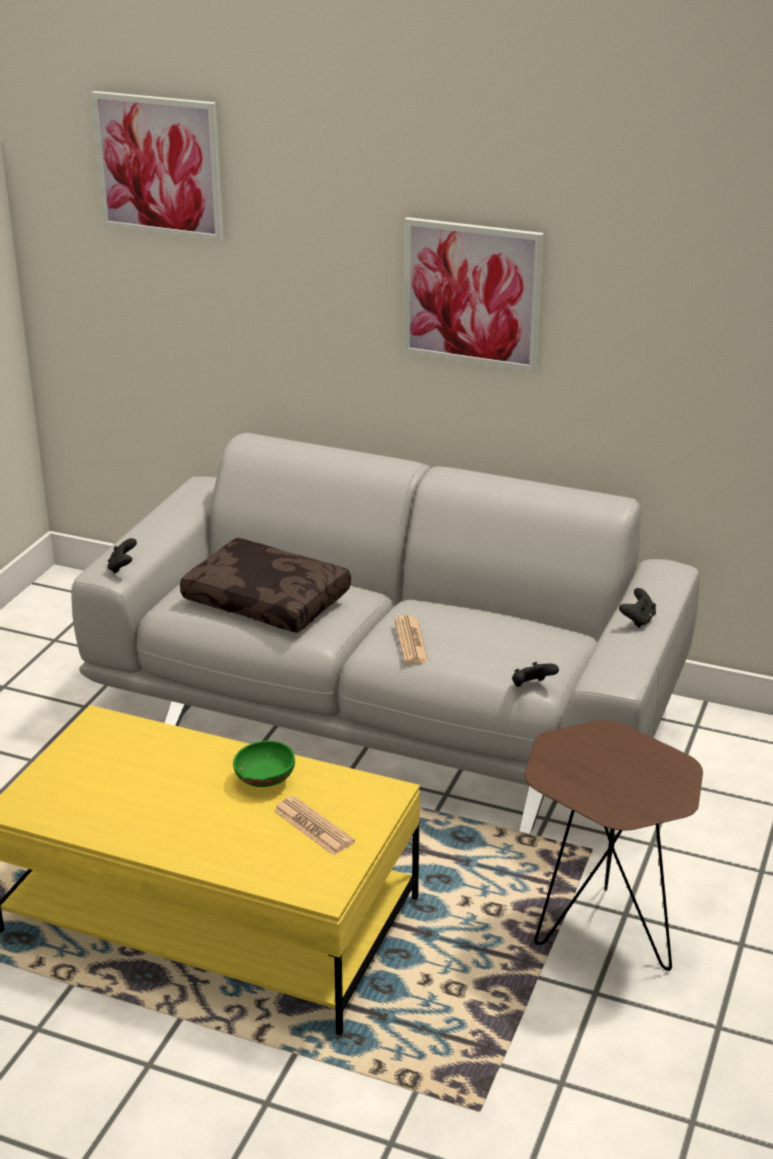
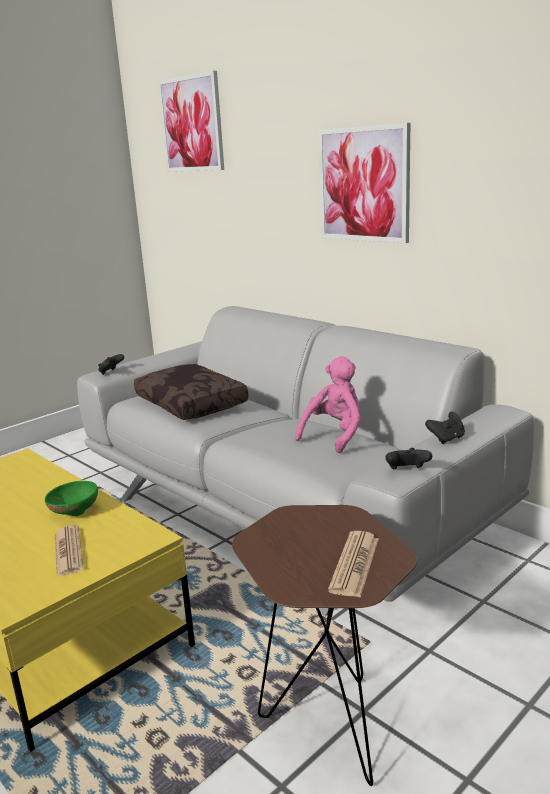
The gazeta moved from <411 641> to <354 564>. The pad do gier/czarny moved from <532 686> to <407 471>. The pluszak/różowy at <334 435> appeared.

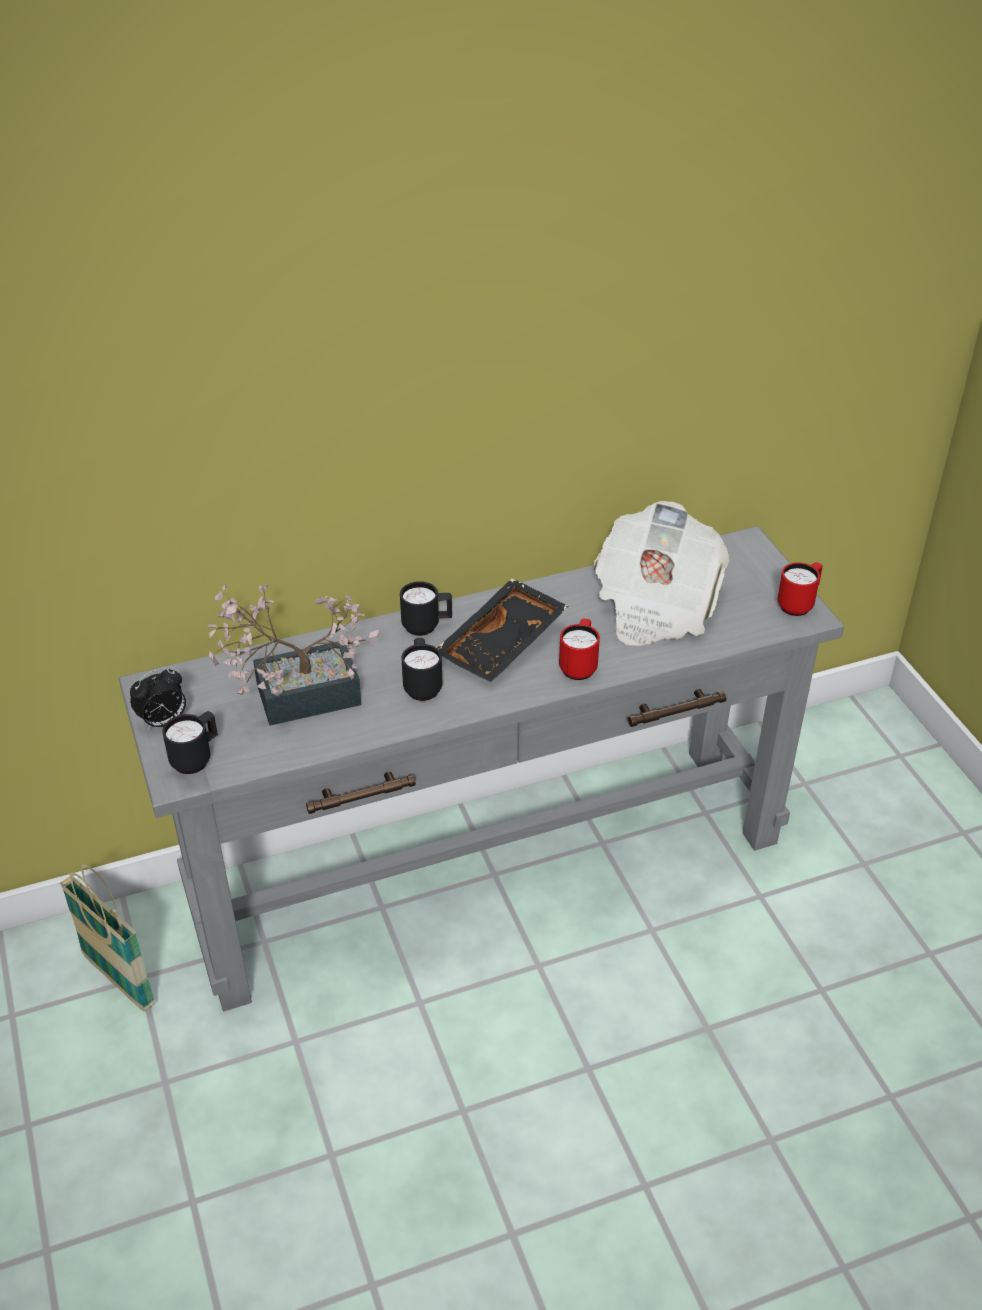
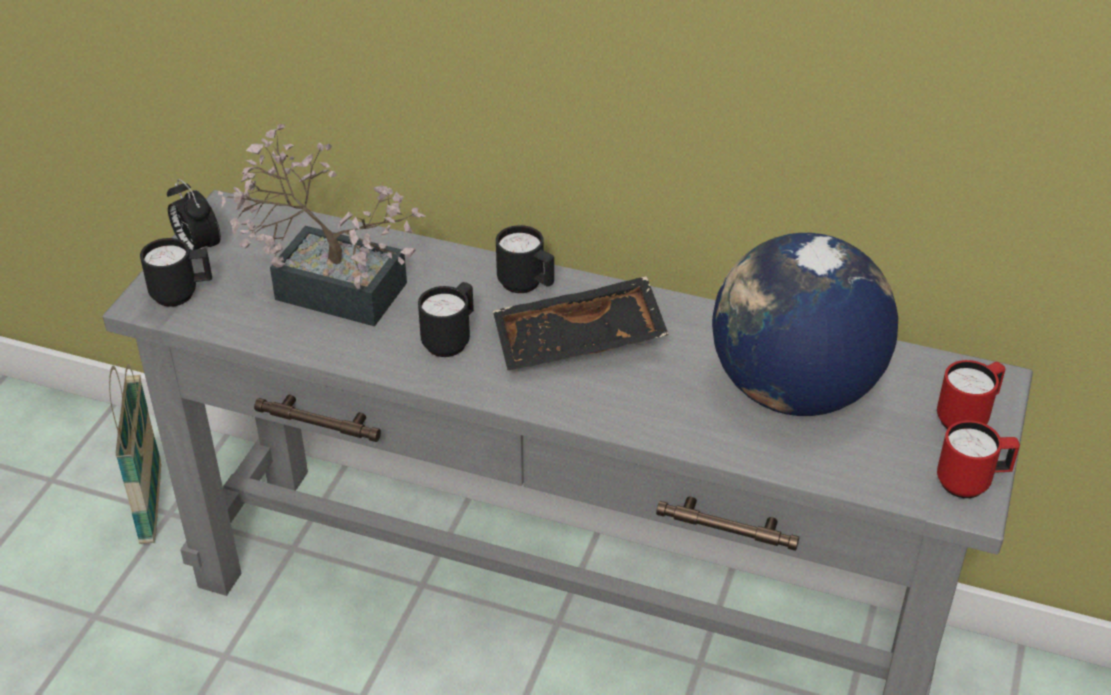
The gazeta at <655 605> was replaced by the globus at <793 391>. The kubek/czerwony moved from <579 666> to <967 417>. The budzik at <163 722> turned 45 degrees clockwise.

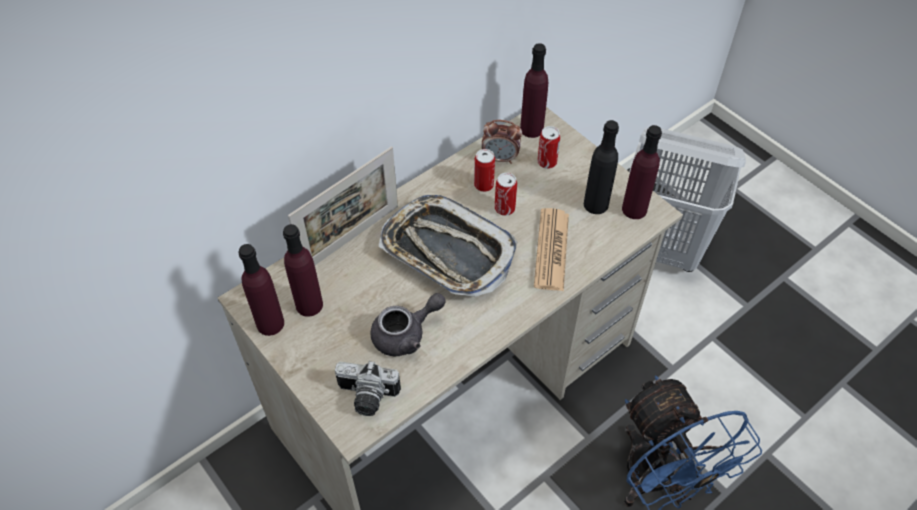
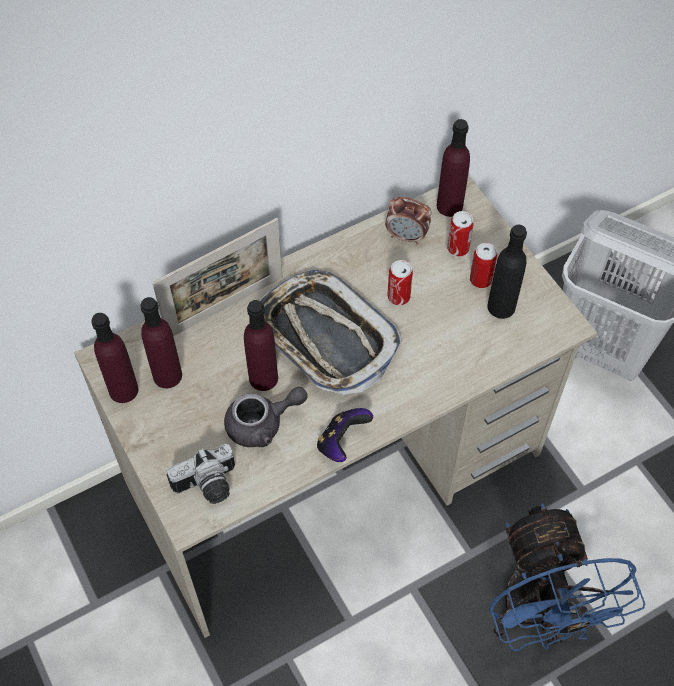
The butelka/fioletowy moved from <634 209> to <263 378>. The puszka moved from <484 185> to <480 280>. The gazeta at <551 250> disappeared. The aparat fotograficzny at <366 398> turned 45 degrees counterclockwise. The pad do gier at <342 442> appeared.

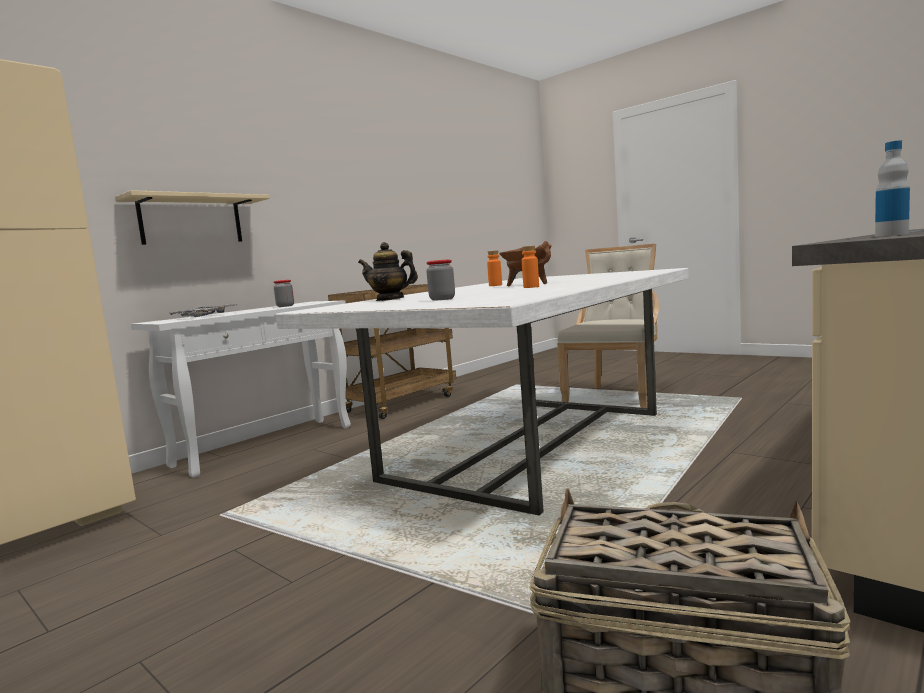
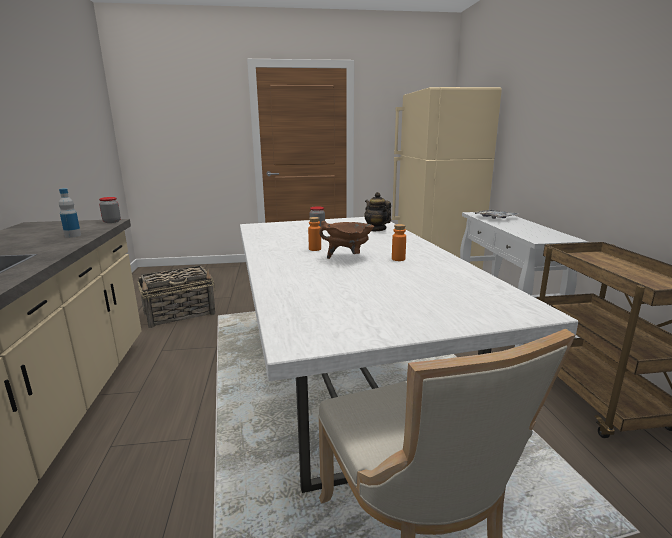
The półka/beżowy at <191 220> disappeared. The imbryk at <390 299> turned 90 degrees counterclockwise. The słoik moved from <285 306> to <112 222>.

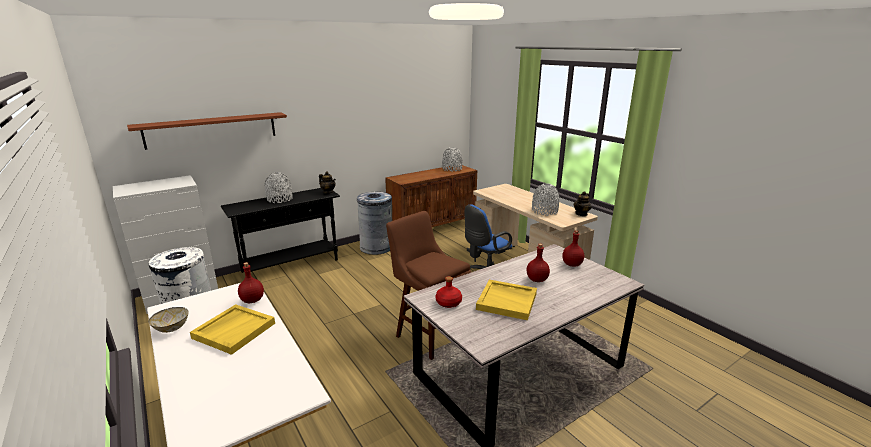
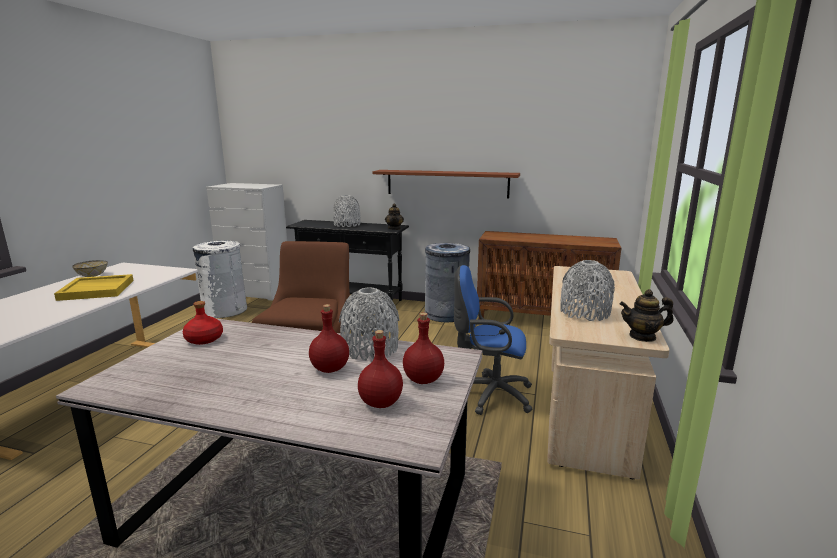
The półka/brązowy moved from <212 130> to <447 183>. The wazon/szary moved from <452 169> to <370 349>. The butelka/czerwony moved from <252 300> to <381 402>. The taca/żółty at <507 301> disappeared.

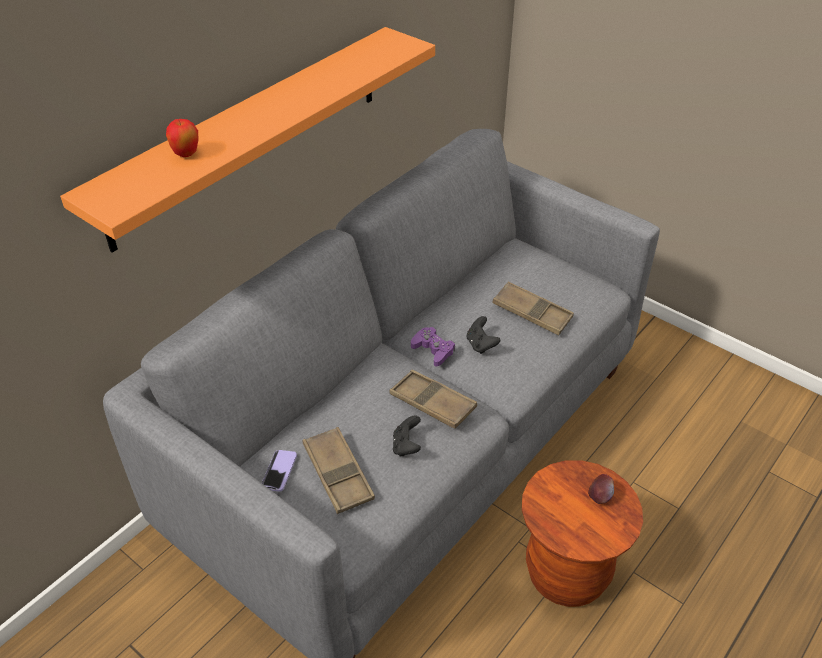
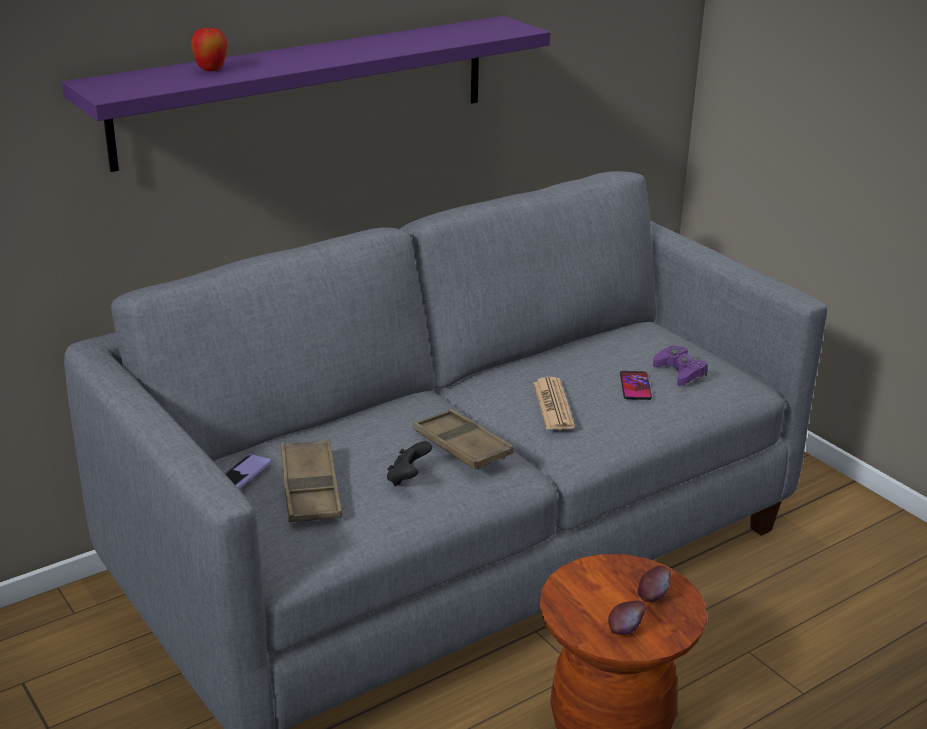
The półka/pomarańczowy at <250 134> became the półka/fioletowy at <306 90>. The taca/brązowy at <532 313> was replaced by the telefon at <635 386>. The pad do gier/czarny at <481 345> was replaced by the gazeta at <553 405>. The pad do gier/fioletowy moved from <433 350> to <680 372>. The jabłko at <625 631> appeared.

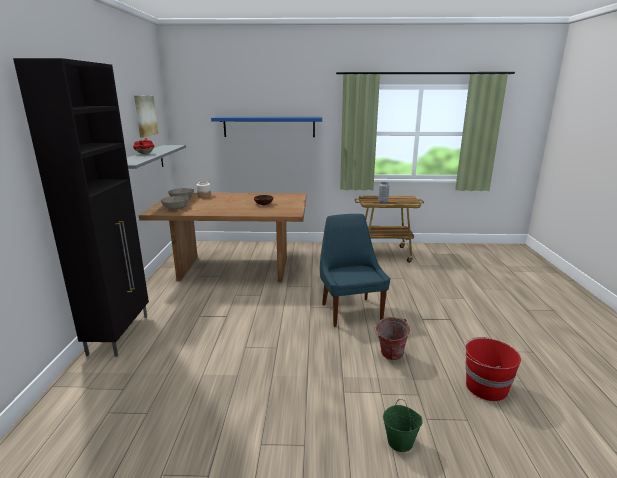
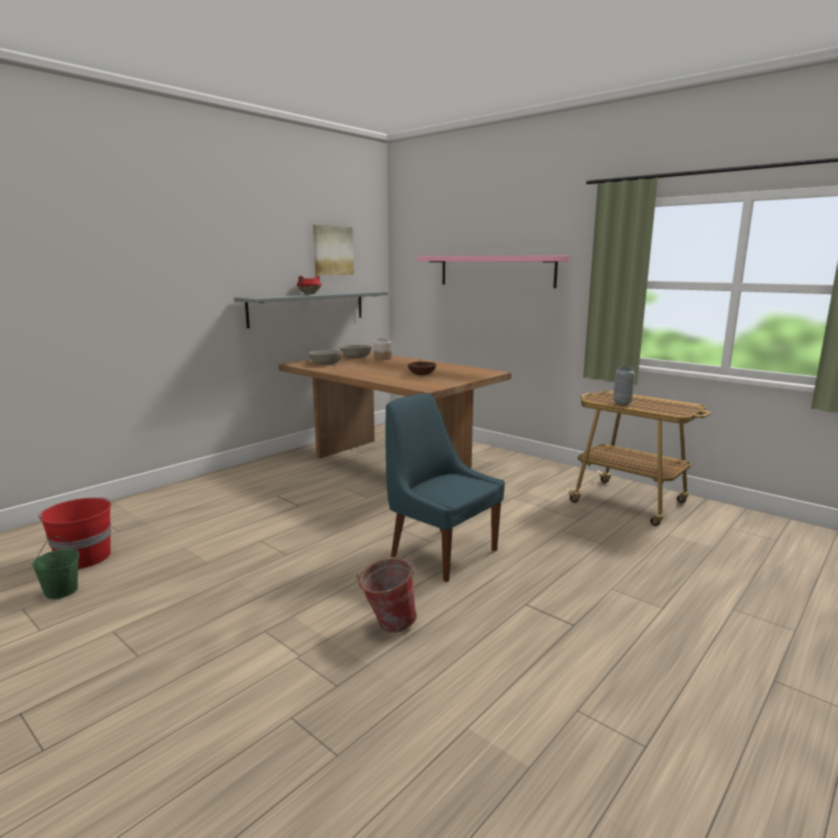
The szafka/czarny at <120 334> disappeared. The półka/niebieski at <269 126> became the półka/różowy at <496 271>. The krzesło/niebieski at <350 310> turned 75 degrees counterclockwise. The wiadro/czerwony moved from <485 387> to <83 557>. The wiadro/zielony moved from <400 442> to <61 591>.

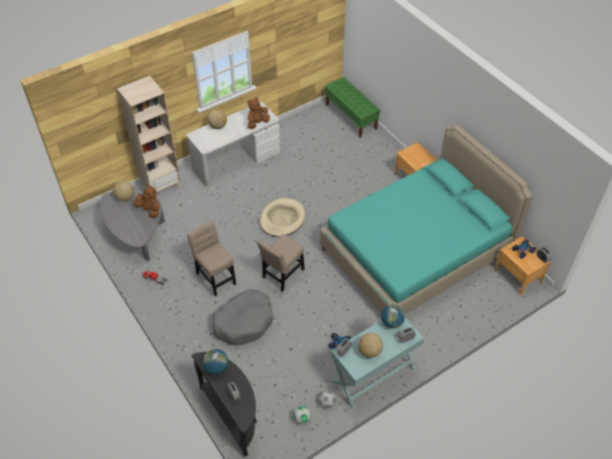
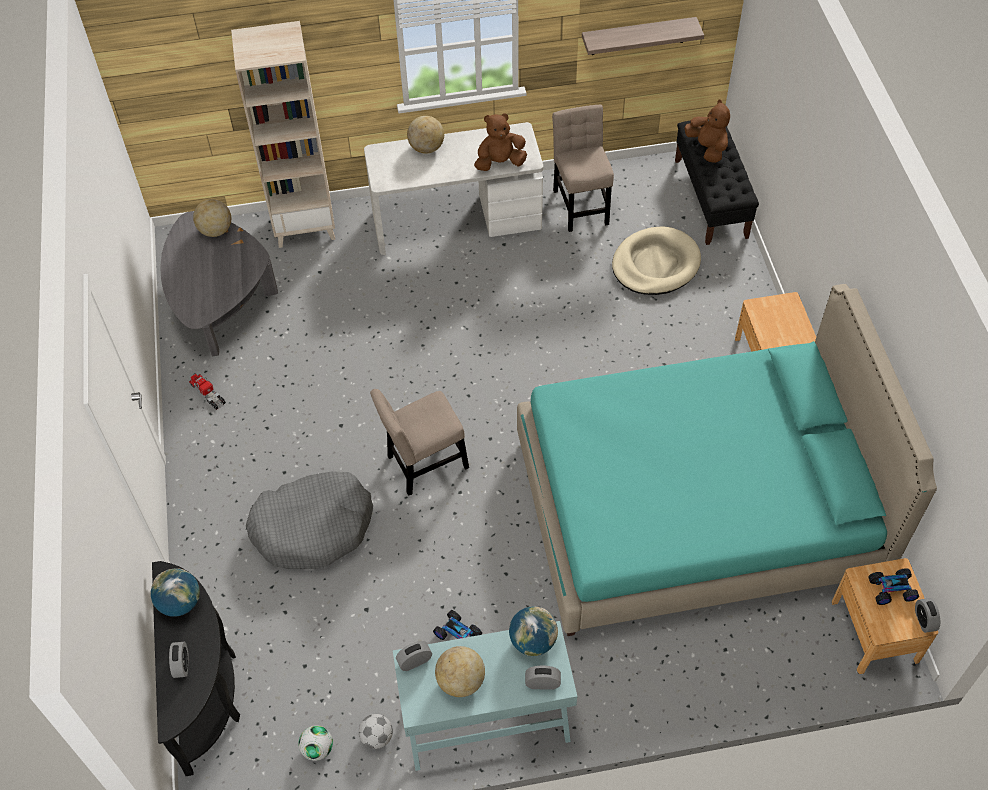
The ławka/zielony at <351 117> became the ławka/czarny at <711 199>. The pluszak/brązowy moved from <150 210> to <707 148>. The legowisko/beżowy moved from <282 219> to <655 264>. The krzesło/beżowy moved from <215 276> to <580 204>. The półka at <638 36> appeared.

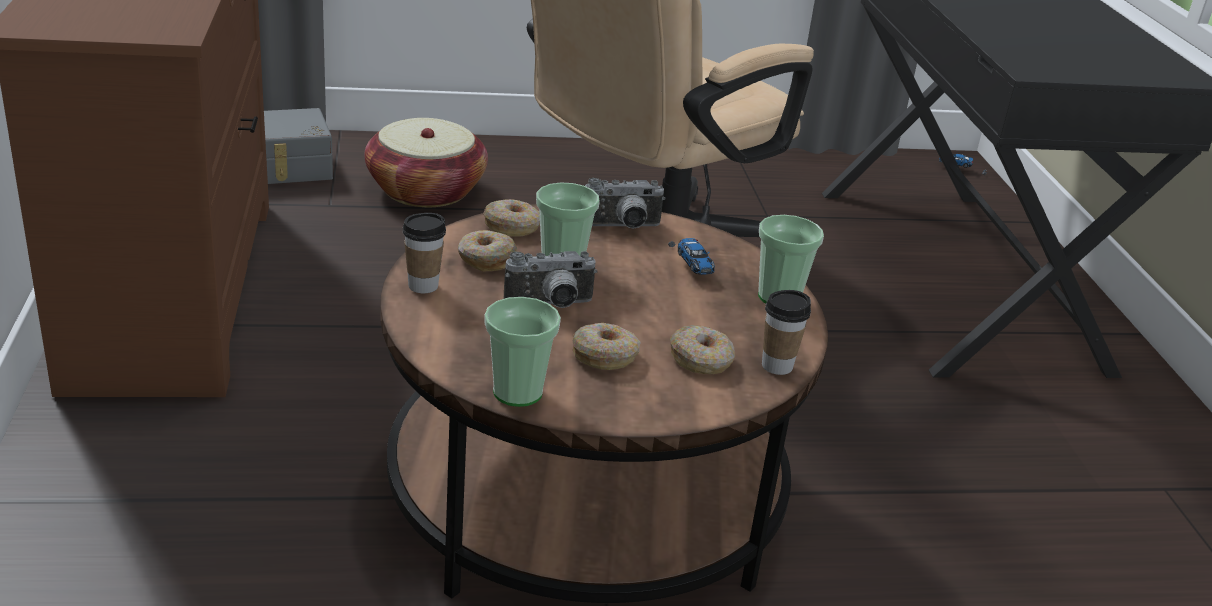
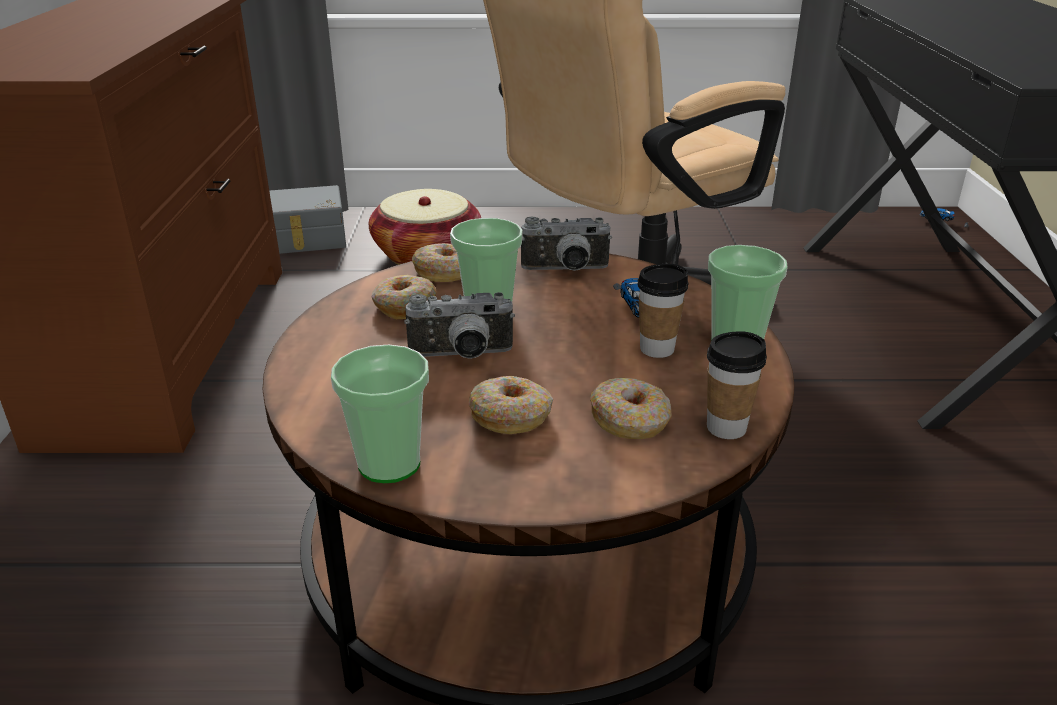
The filiżanka moved from <423 286> to <657 349>.

